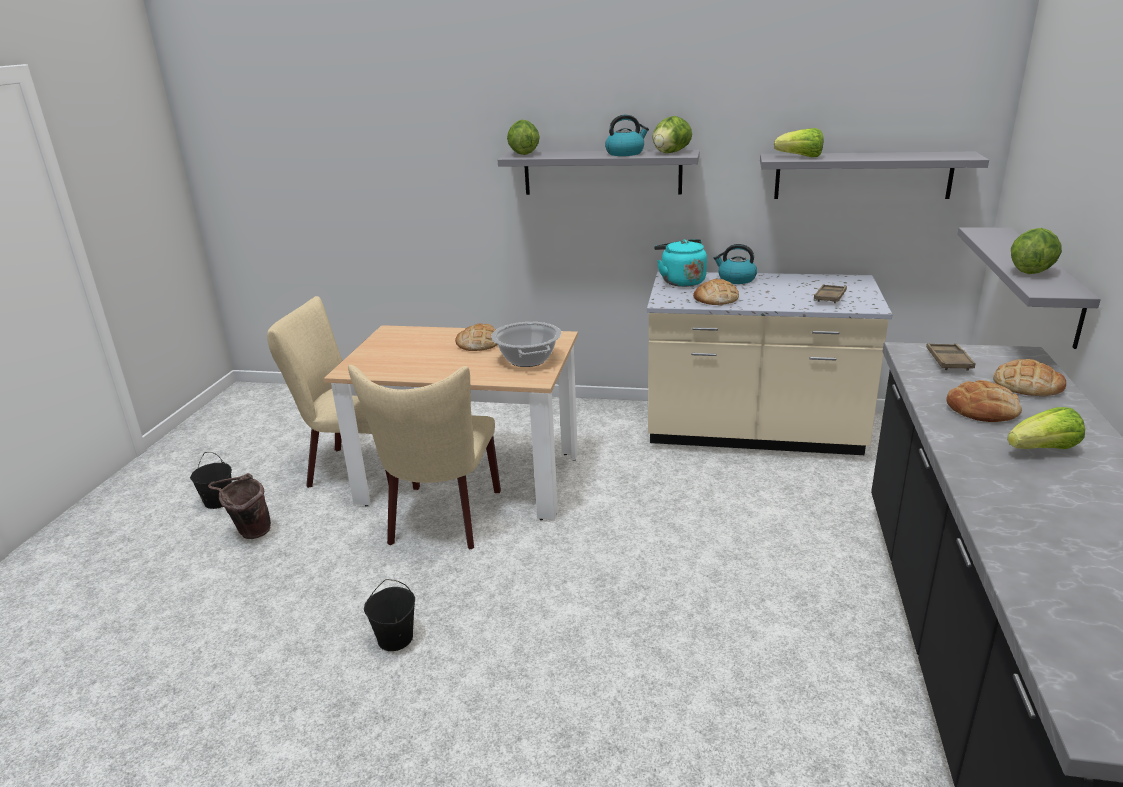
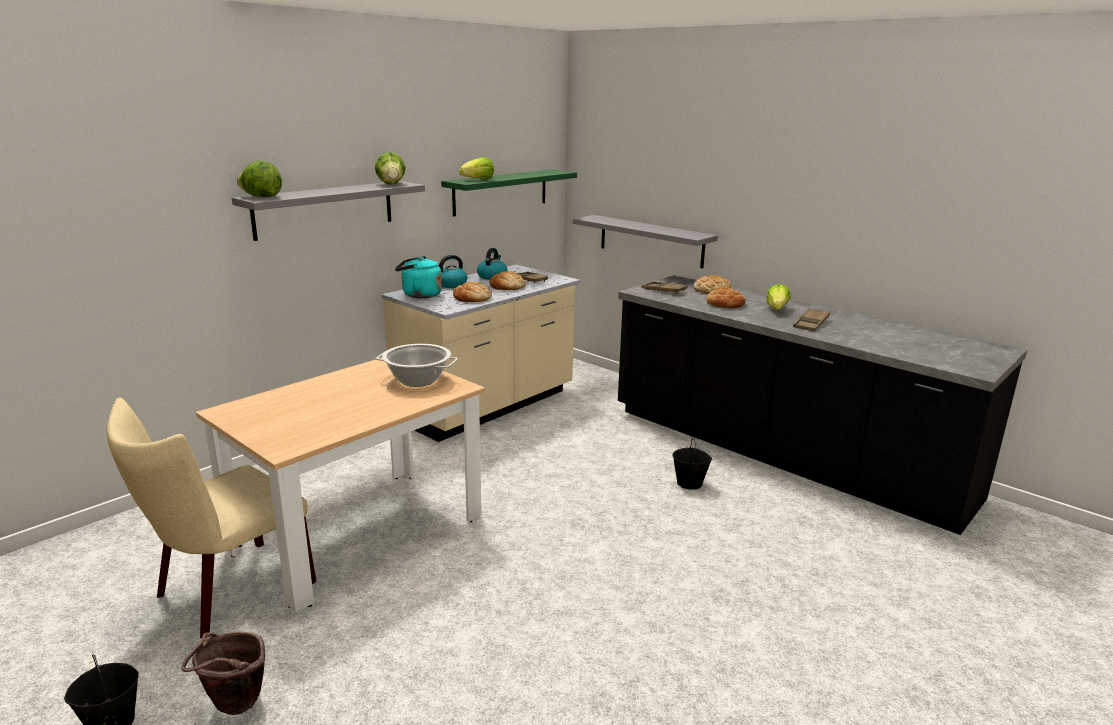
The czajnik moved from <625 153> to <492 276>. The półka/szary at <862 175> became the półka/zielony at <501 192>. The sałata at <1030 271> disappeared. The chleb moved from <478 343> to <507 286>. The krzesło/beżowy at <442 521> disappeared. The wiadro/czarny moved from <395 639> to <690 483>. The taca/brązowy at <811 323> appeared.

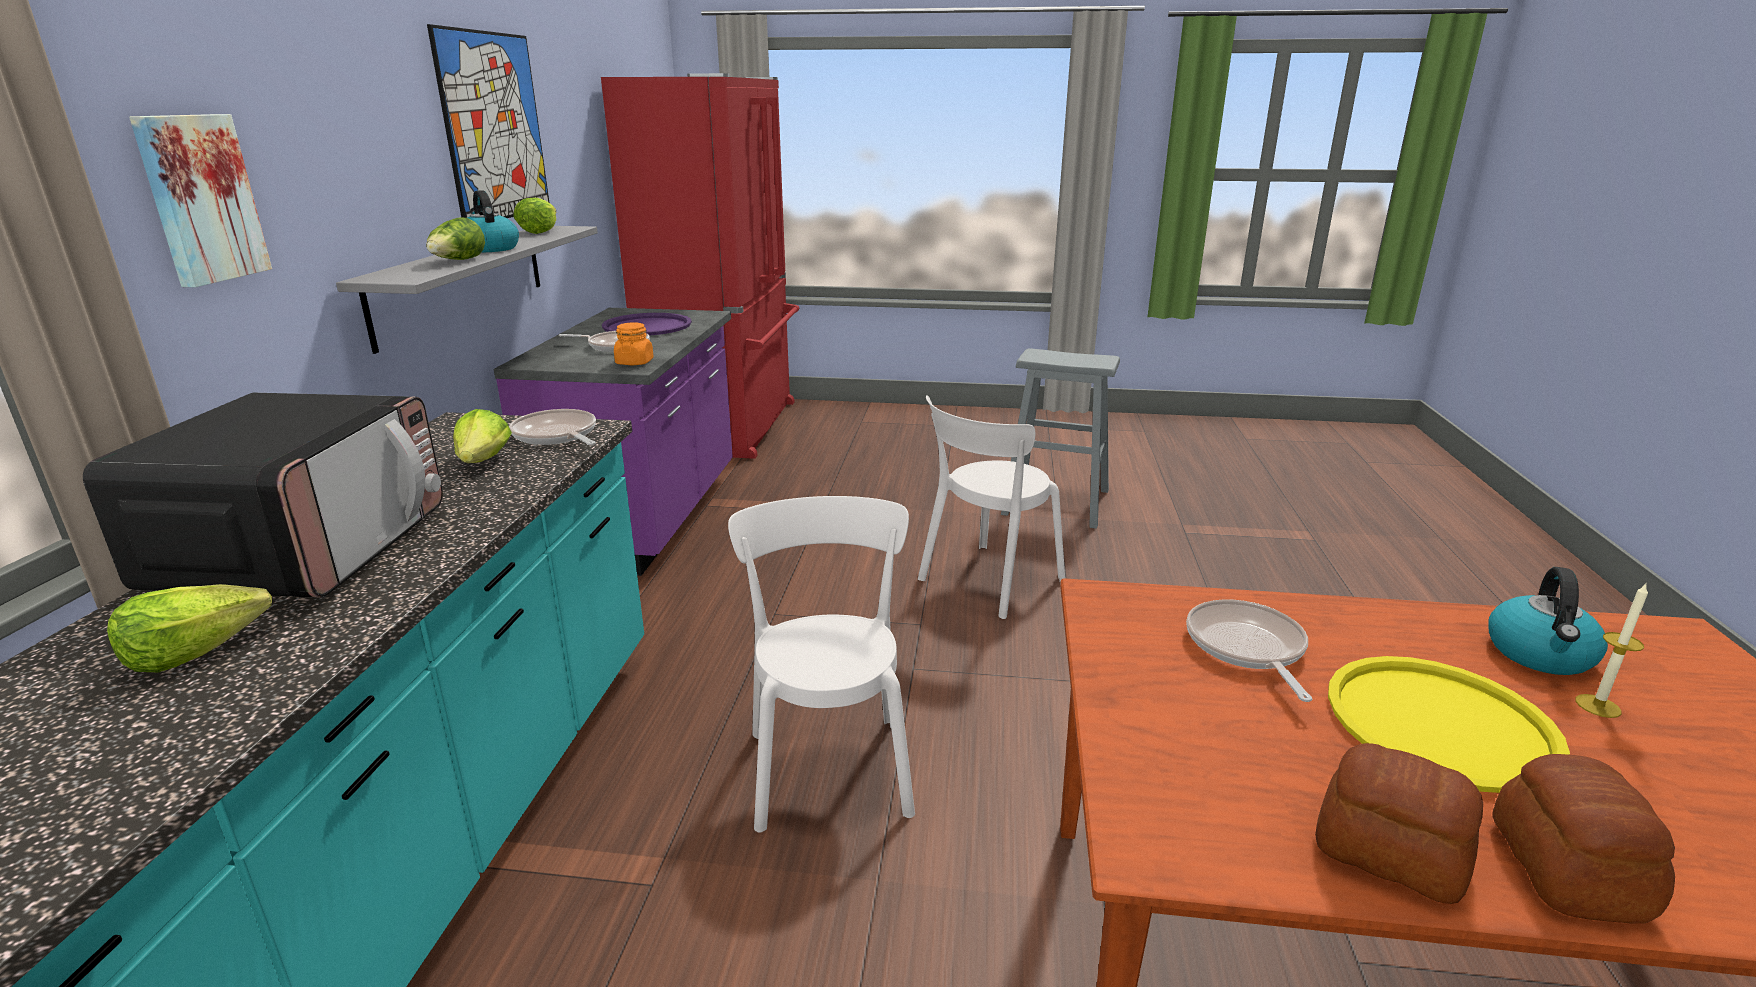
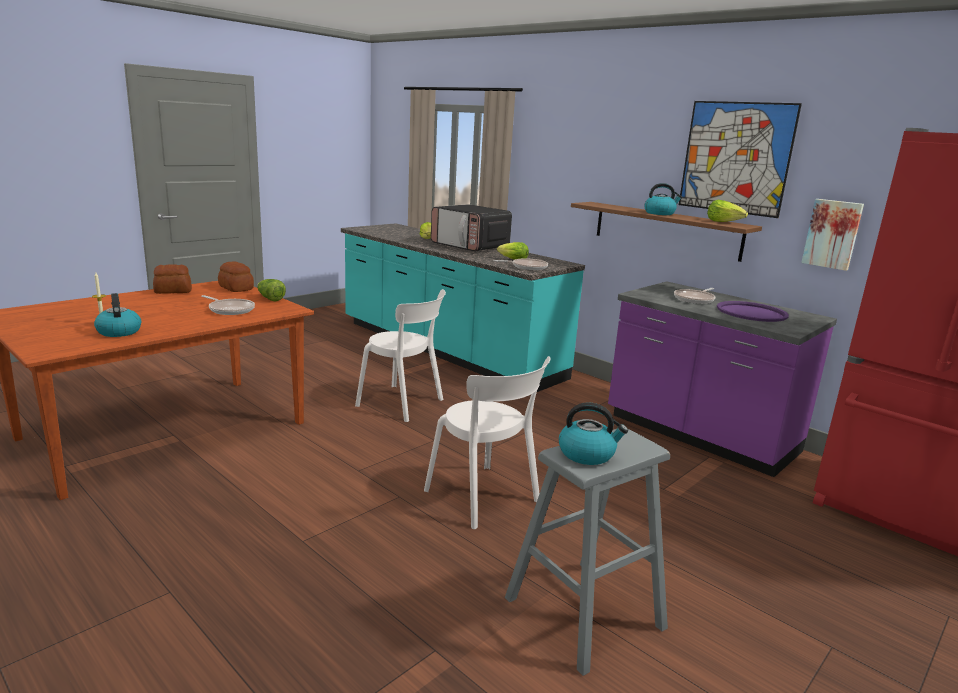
The obraz moved from <199 199> to <832 234>. The sałata moved from <458 261> to <270 298>. The półka/szary at <462 282> became the półka/brązowy at <666 230>. The słoik/pomarańczowy at <634 362> disappeared. The krzesło/biały at <987 582> turned 150 degrees clockwise. The taca/żółty at <1440 723> disappeared. The chleb moved from <1566 871> to <236 288>. The czajnik at <587 454> appeared.

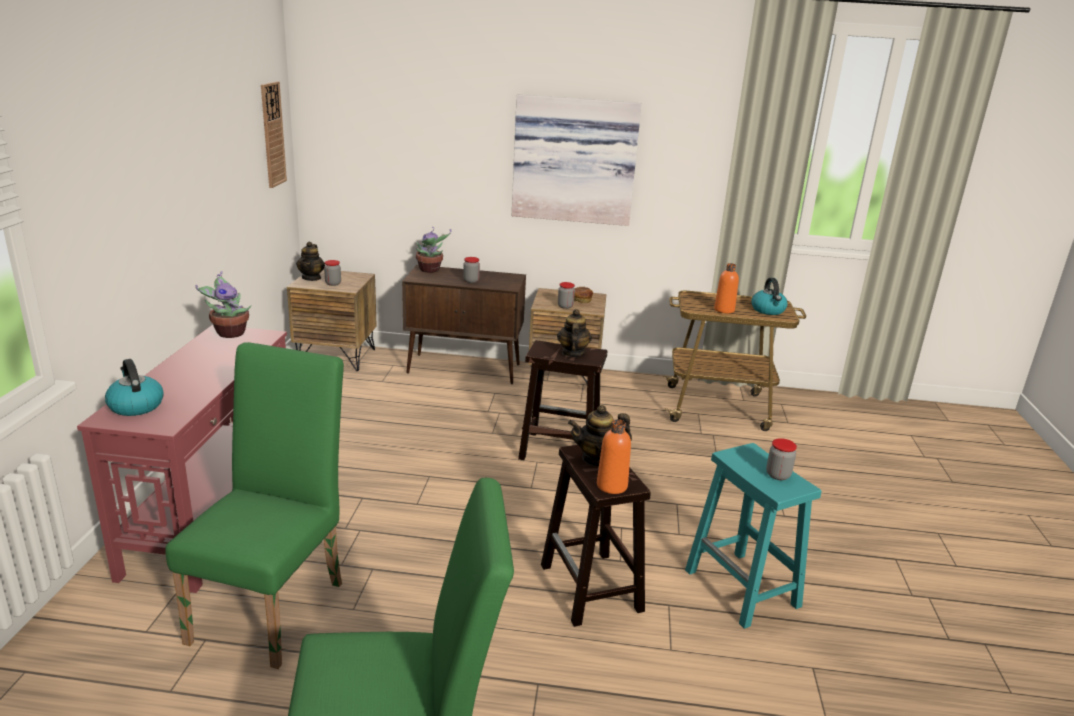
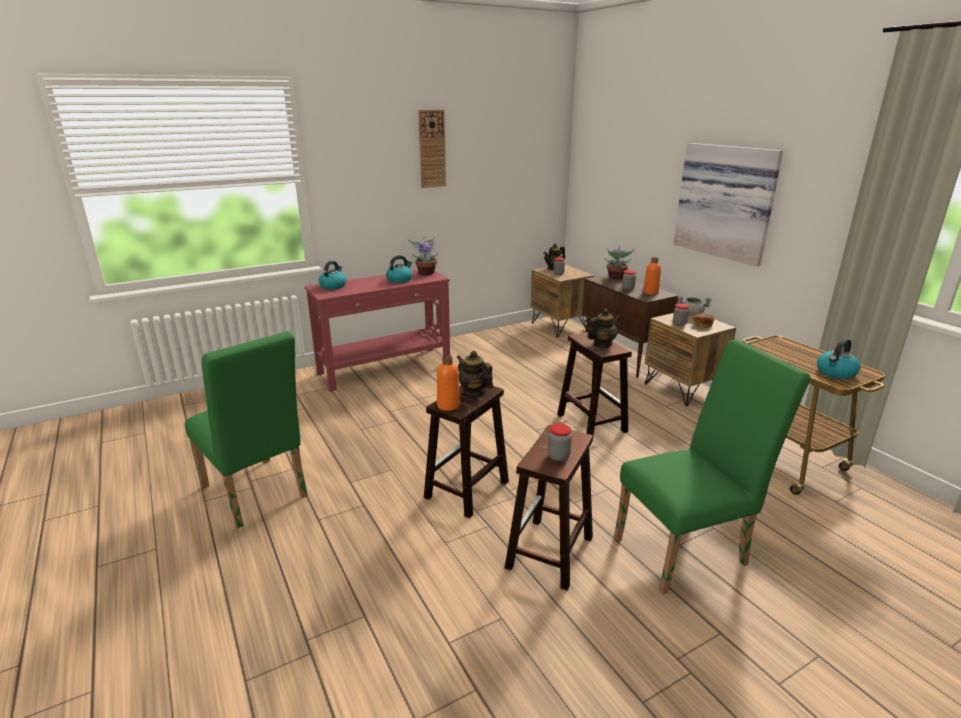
The zegar ścienny moved from <272 134> to <432 149>. The butelka/pomarańczowy moved from <724 310> to <650 292>. The krzesło/zielony moved from <275 604> to <688 549>. The stołek/turkusowy at <743 589> became the stołek/brązowy at <549 553>. The czajnik at <399 280> appeared. The garnek/szary at <691 315> appeared.

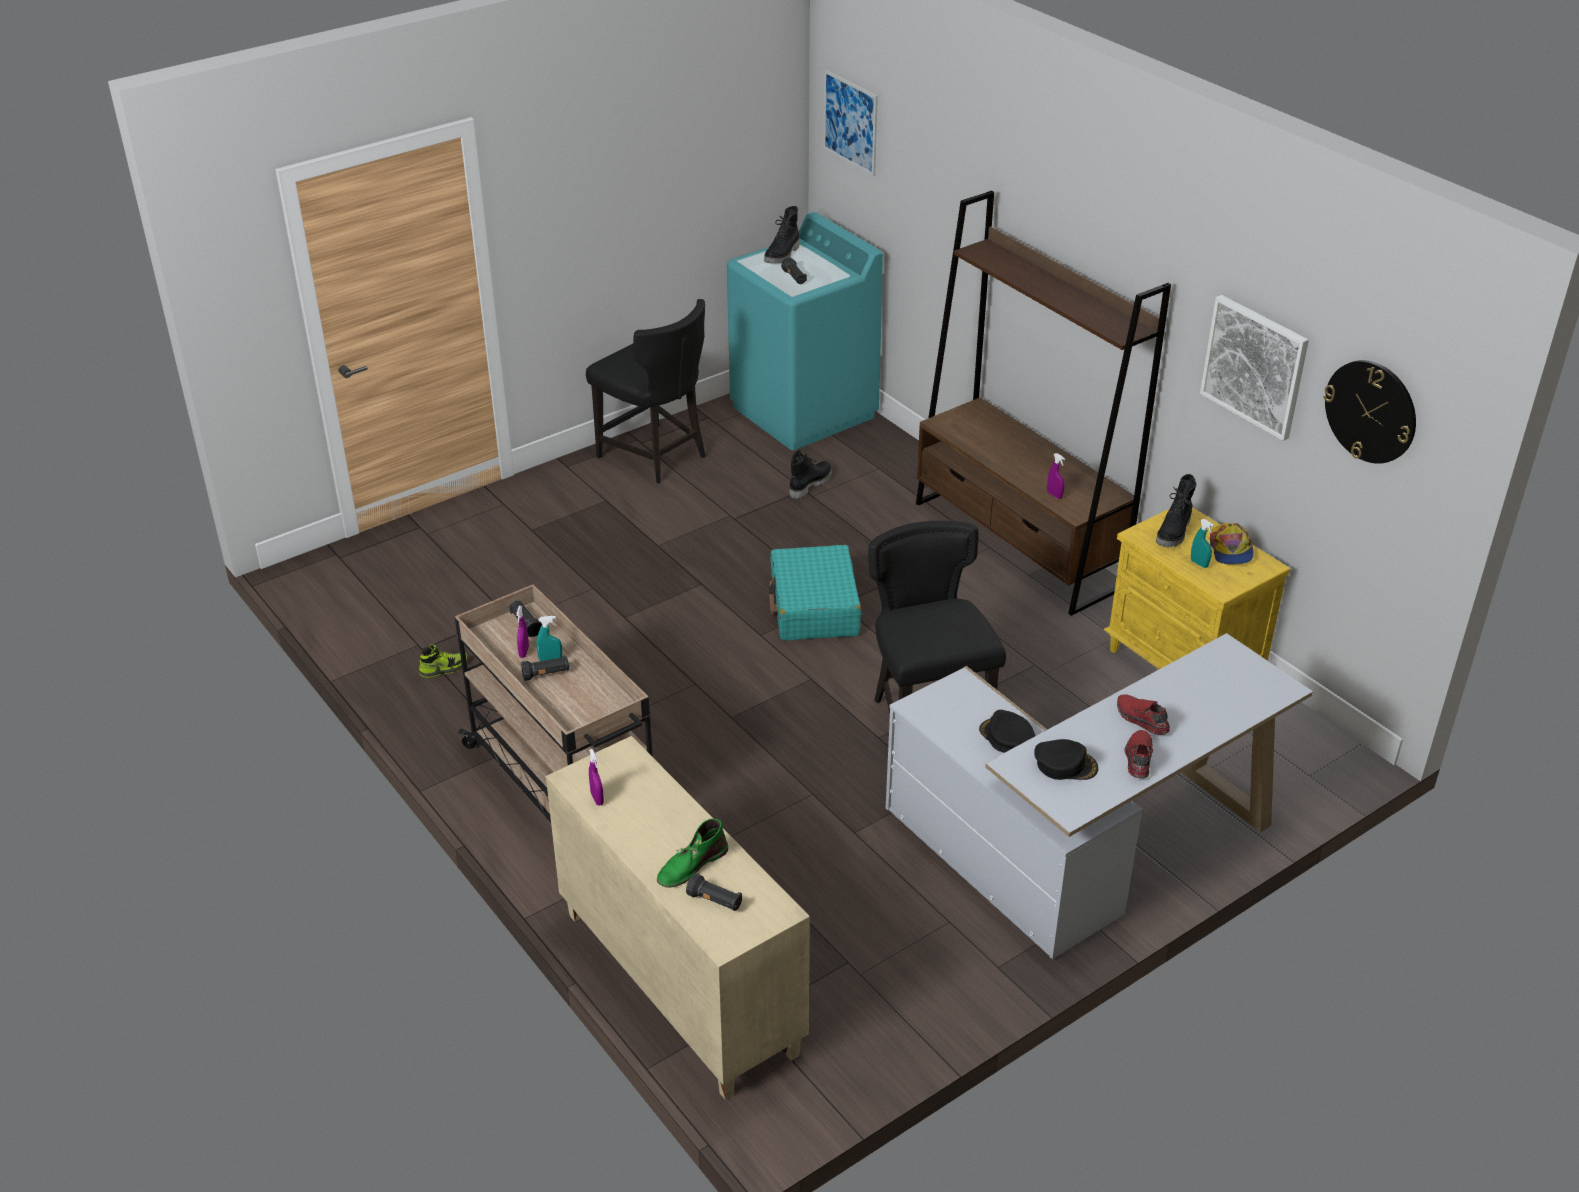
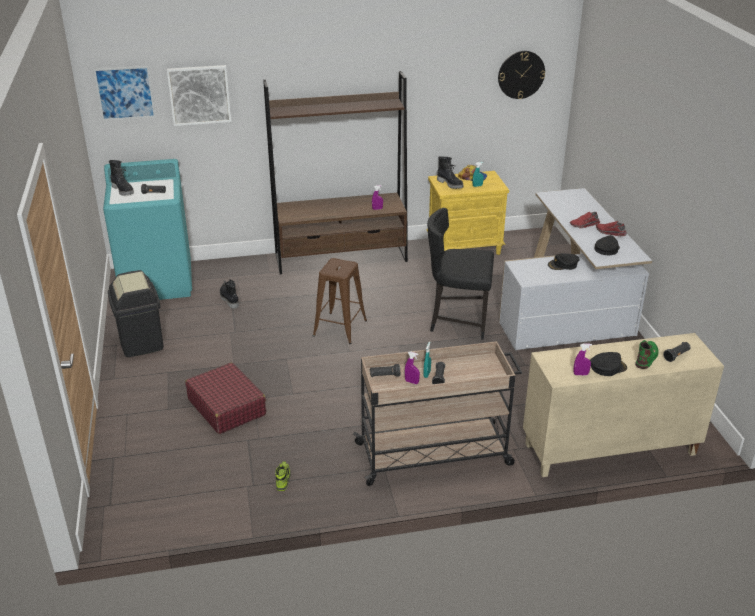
The obraz moved from <1255 366> to <199 95>. The krzesło/czarny at <655 456> was replaced by the kosz na śmieci/czarny at <142 342>. The walizka/turkusowy at <814 607> was replaced by the stołek/brązowy at <340 328>. The but z cholewką/zielony at <691 865> turned 135 degrees counterclockwise. The czapka z daszkiem/czarny at <607 367> appeared. The walizka/czerwony at <227 407> appeared.

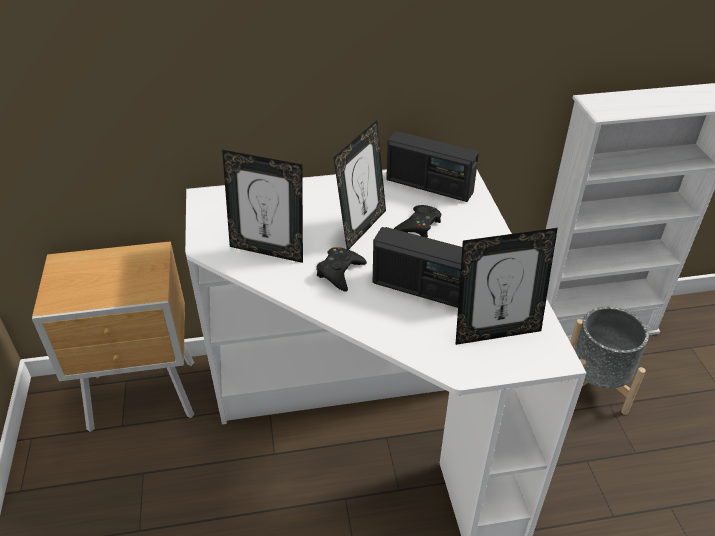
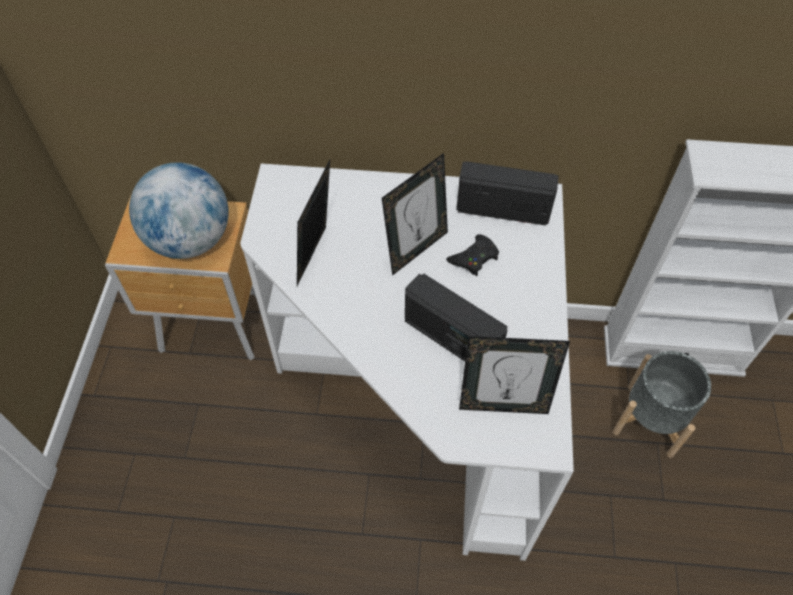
The radio at <429 186> turned 150 degrees clockwise. The ramka na zdjęcie at <268 250> turned 75 degrees clockwise. The pad do gier/czarny at <340 272> disappeared. The globus at <190 240> appeared.

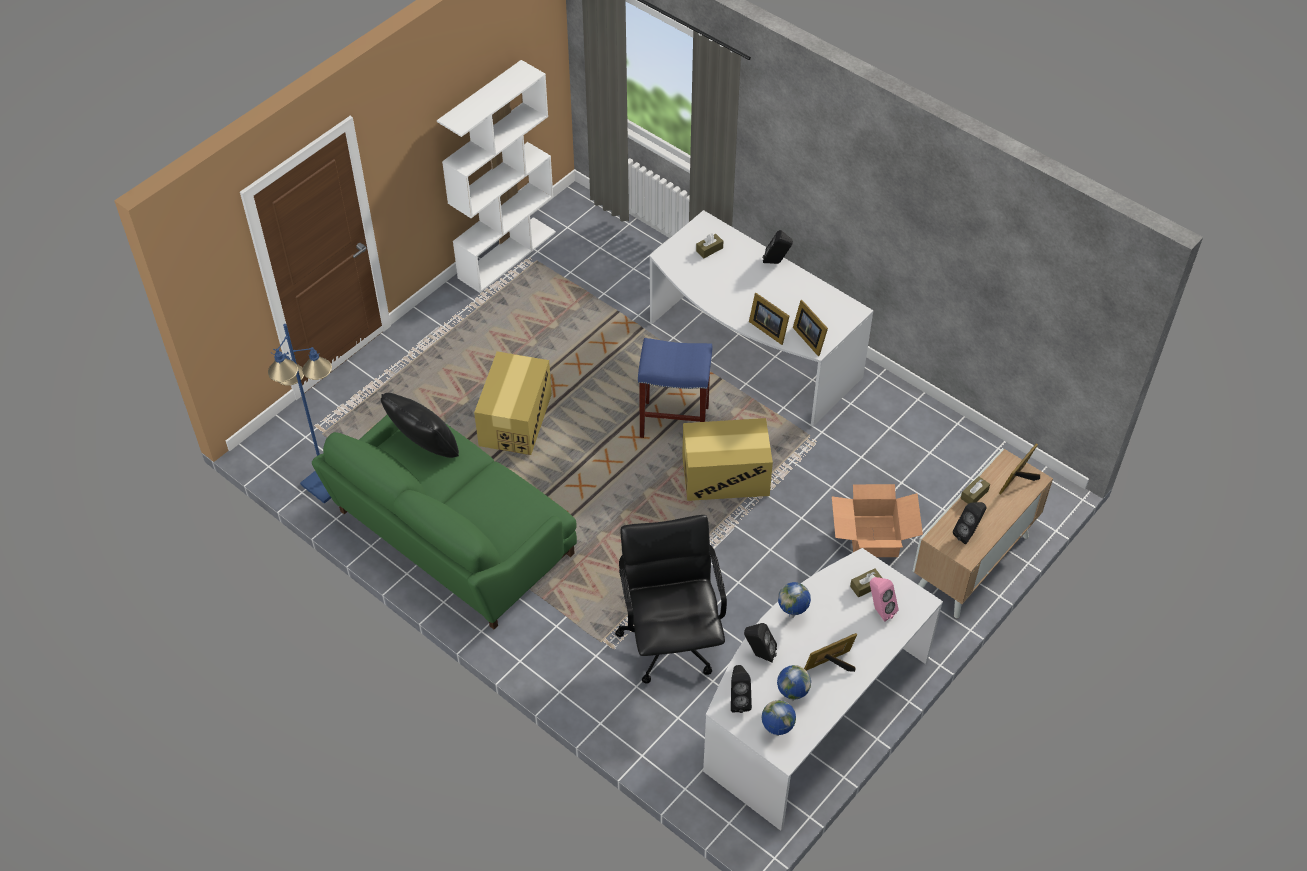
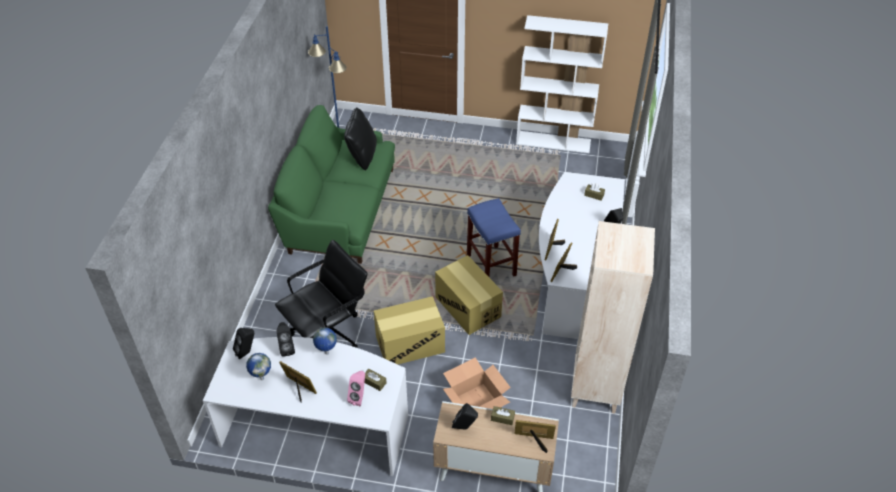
The karton moved from <515 420> to <410 344>. The globus at <776 734> disappeared. The regał/beżowy at <595 389> appeared.

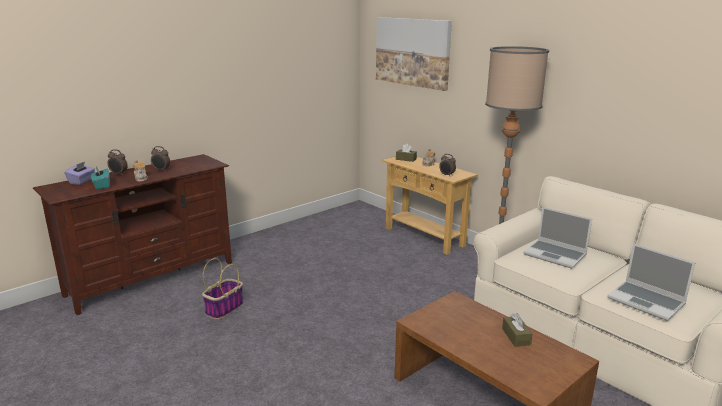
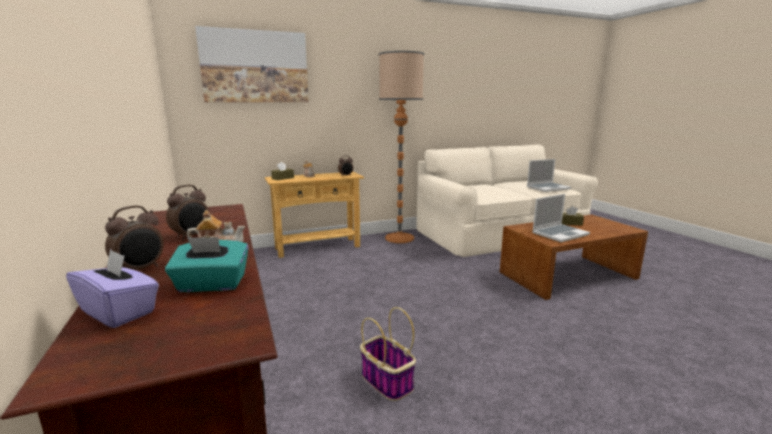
The laptop moved from <555 255> to <560 234>.

